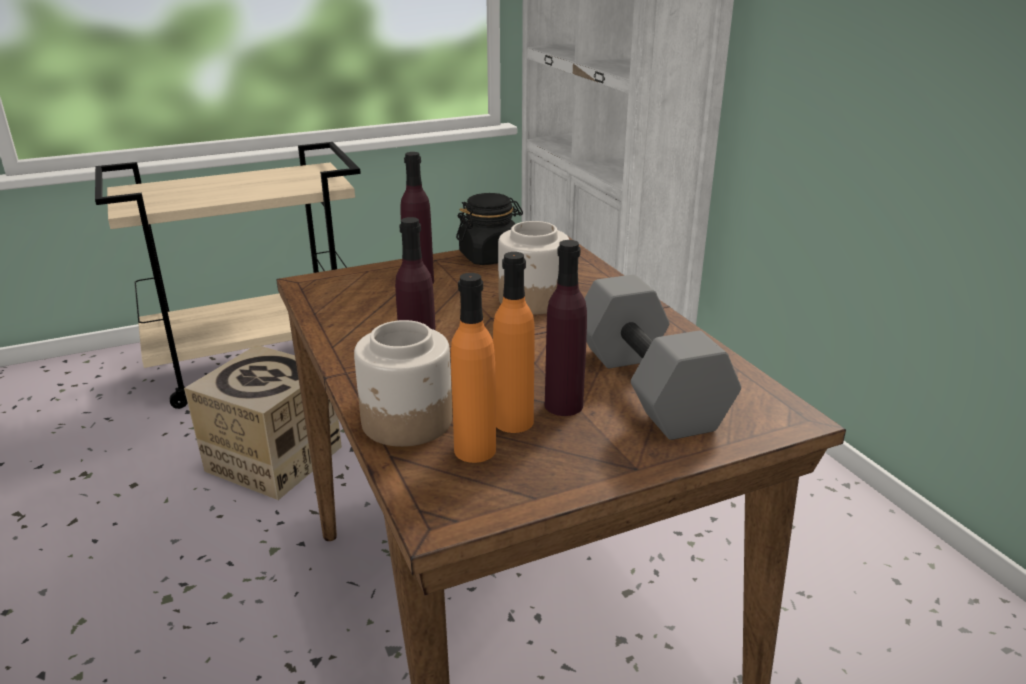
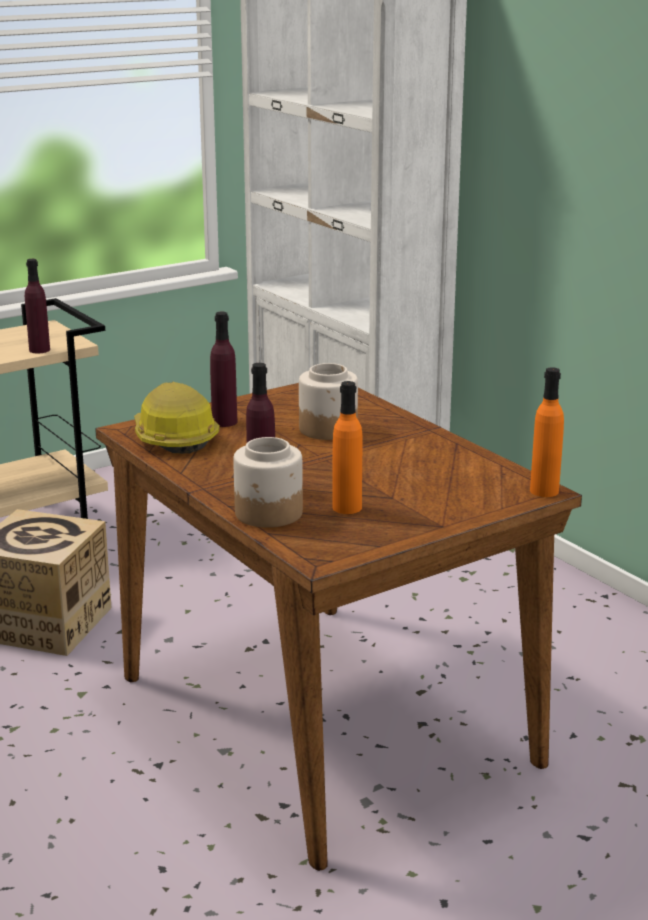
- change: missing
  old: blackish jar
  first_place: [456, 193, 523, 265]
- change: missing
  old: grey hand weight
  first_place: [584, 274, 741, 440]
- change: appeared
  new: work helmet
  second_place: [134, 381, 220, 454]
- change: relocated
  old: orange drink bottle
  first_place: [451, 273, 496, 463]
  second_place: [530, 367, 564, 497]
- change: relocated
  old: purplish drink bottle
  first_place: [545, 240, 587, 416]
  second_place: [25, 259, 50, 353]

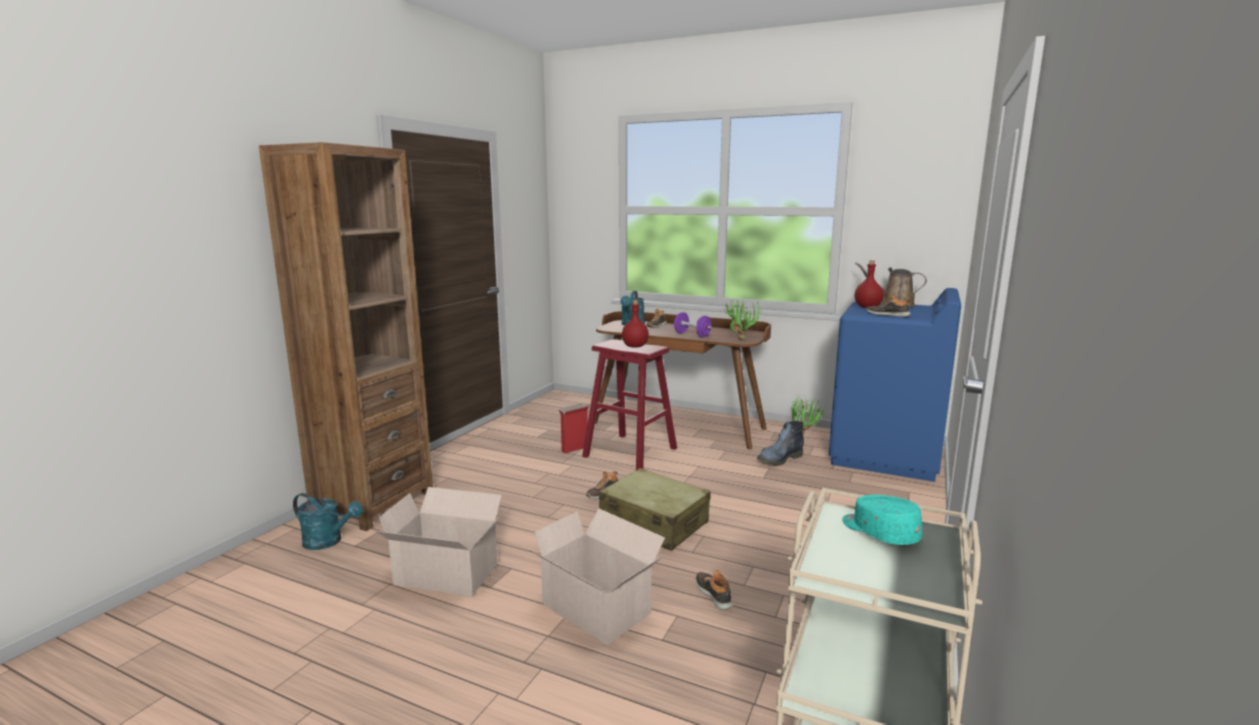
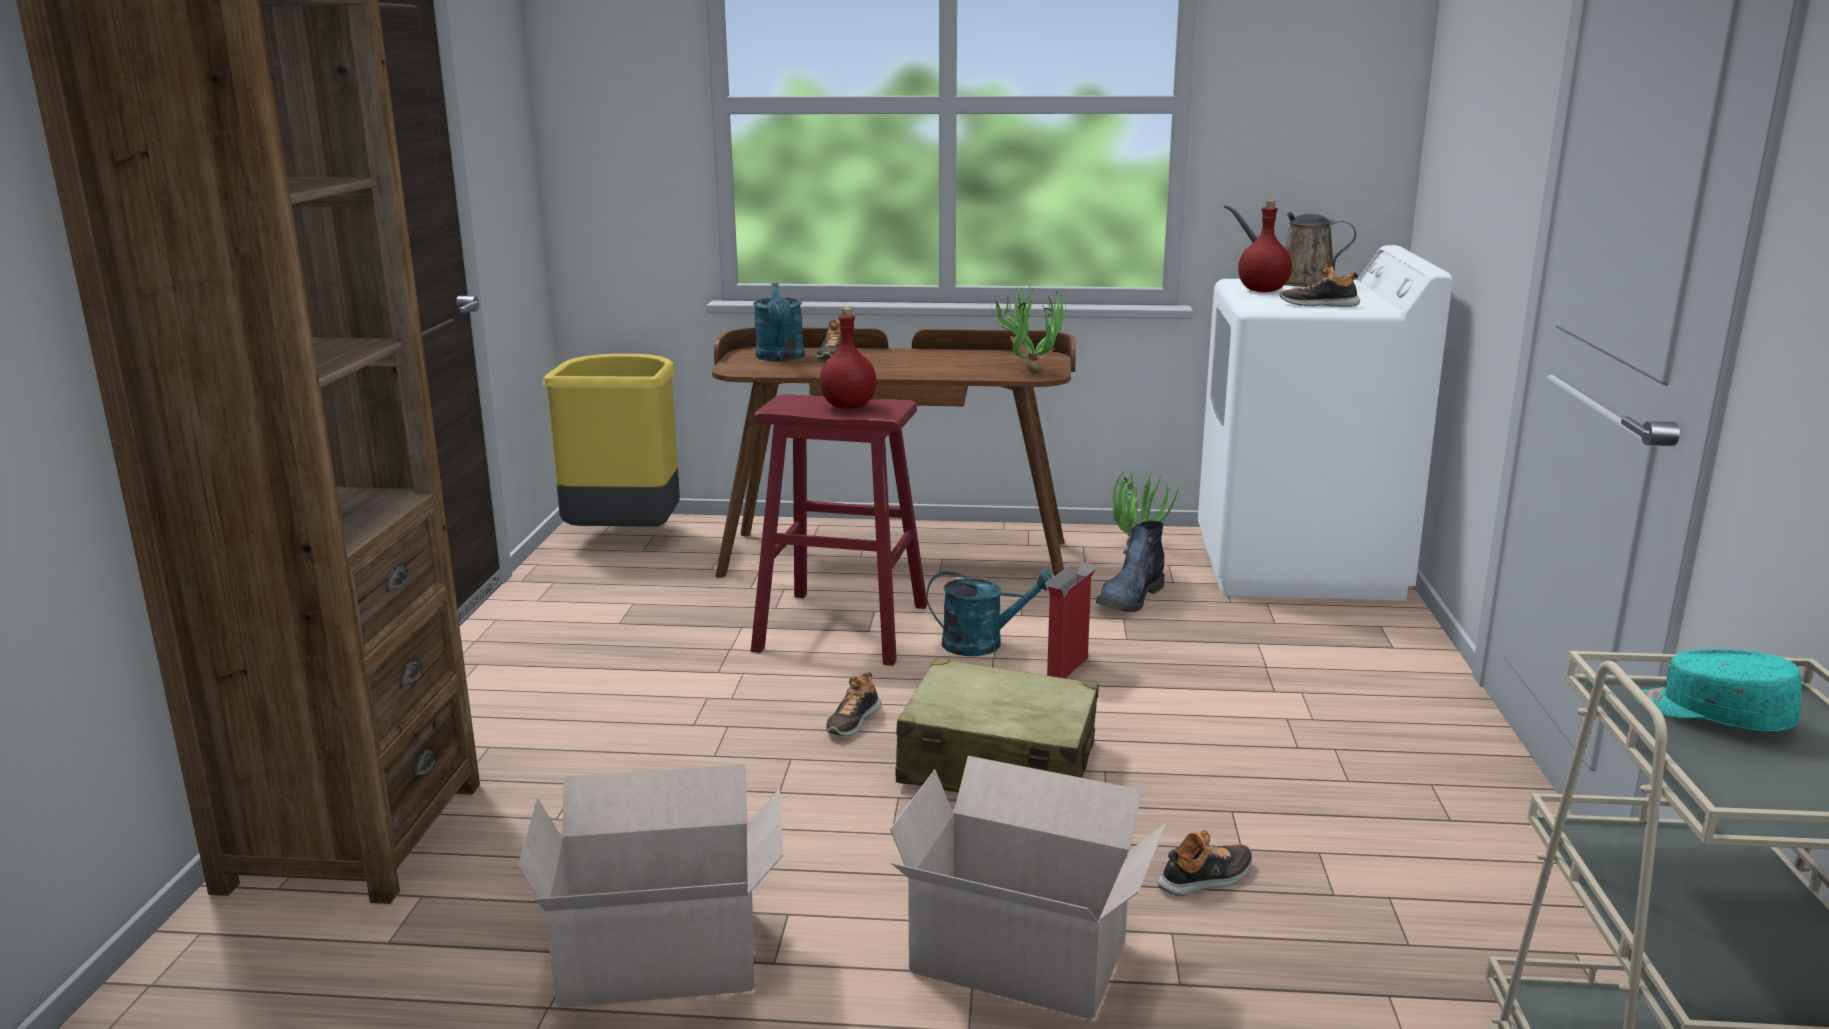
- change: missing
  old: purplish hand weight
  first_place: [674, 312, 712, 337]
- change: appeared
  new: yellow-coloured waste bin
  second_place: [542, 354, 680, 527]
- change: relocated
  old: turquoise-coloured watering pot
  first_place: [293, 493, 363, 550]
  second_place: [927, 569, 1053, 656]
- change: relocated
  old: cardboard box
  first_place: [559, 403, 590, 454]
  second_place: [1045, 562, 1097, 678]
- change: colour
  old: blue-coloured laundry machine
  new: white-coloured laundry machine
  first_place: [829, 288, 961, 482]
  second_place: [1198, 245, 1453, 601]
- change: spun
  old: item of footwear
  first_place: [695, 570, 733, 610]
  second_place: [1157, 830, 1252, 896]
  degrees: 105

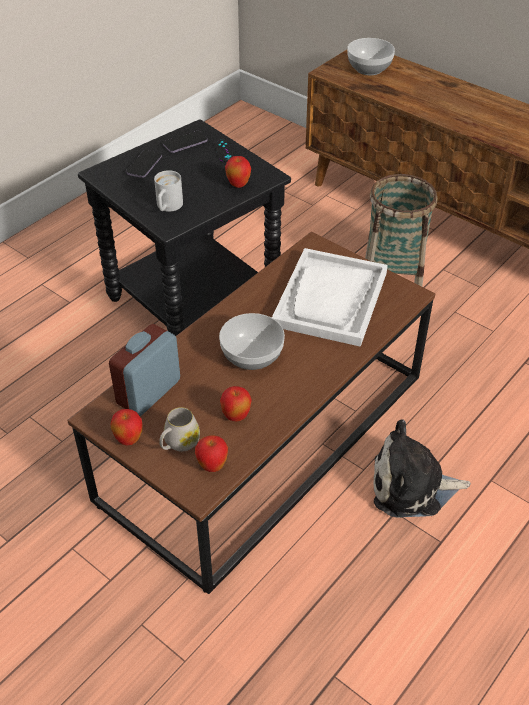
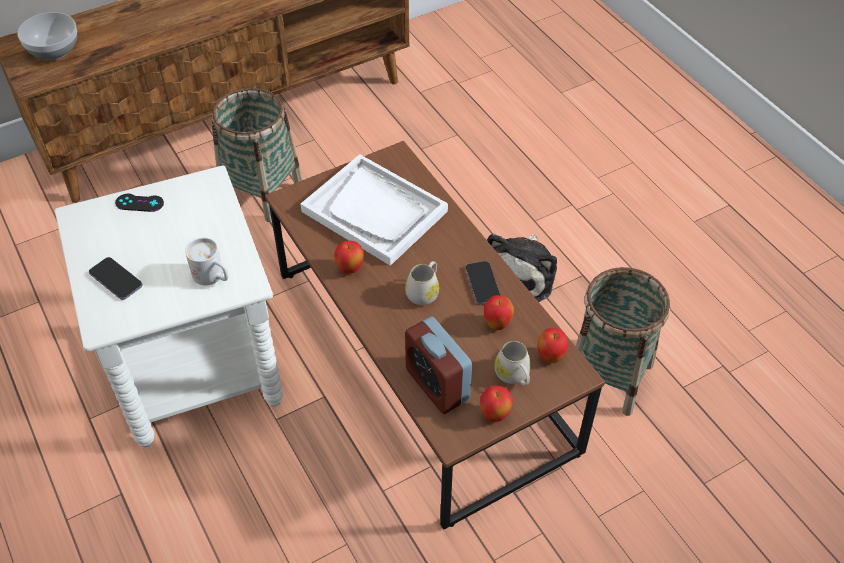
- change: appeared
  new: household basket
  second_place: [576, 267, 670, 416]
- change: relocated
  old: handset
  first_place: [163, 131, 208, 153]
  second_place: [466, 261, 500, 305]
- change: relocated
  old: whole apple
  first_place: [225, 156, 251, 188]
  second_place: [335, 241, 364, 274]
- change: exchanged
  old: bowl
  new: white-coloured tea mug
  first_place: [219, 313, 285, 370]
  second_place: [405, 261, 439, 305]
- change: colour
  old: blackish accent table
  new: white-coloured accent table
  first_place: [78, 120, 291, 336]
  second_place: [55, 166, 283, 448]

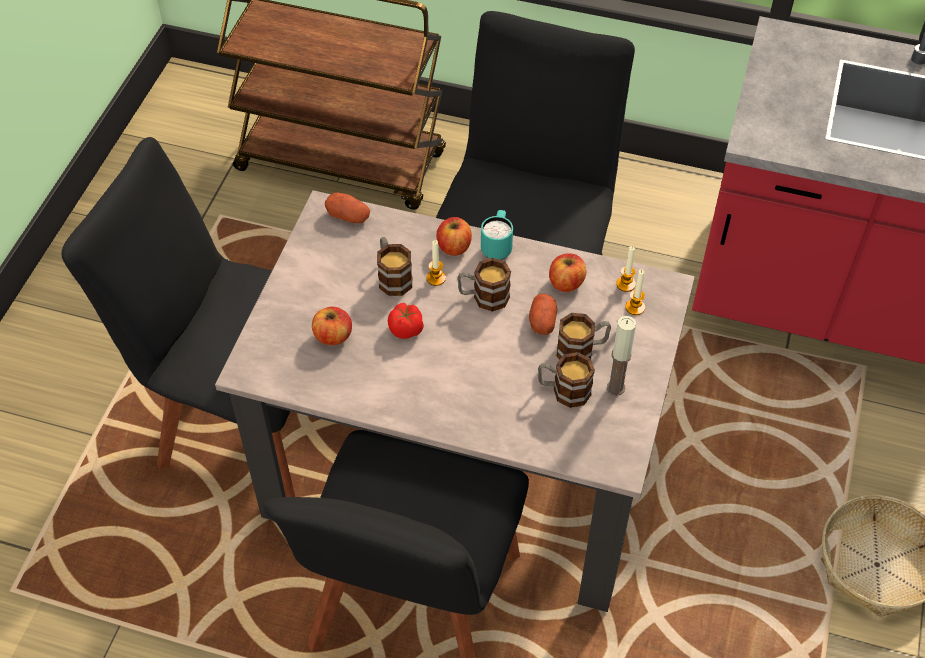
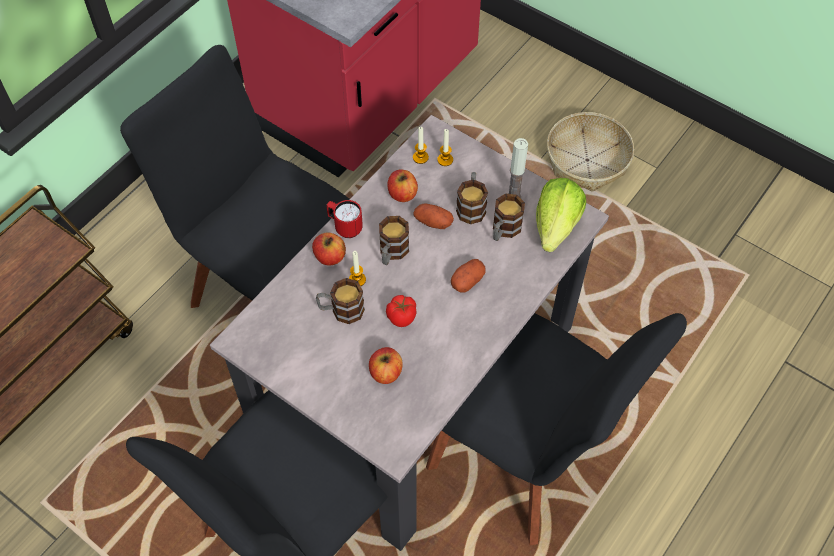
- change: appeared
  new: lettuce
  second_place: [536, 178, 586, 252]
- change: relocated
  old: spud
  first_place: [325, 193, 370, 224]
  second_place: [451, 259, 486, 293]
- change: colour
  old: turquoise-coloured tea mug
  new: red tea mug
  first_place: [481, 210, 513, 260]
  second_place: [326, 200, 363, 238]

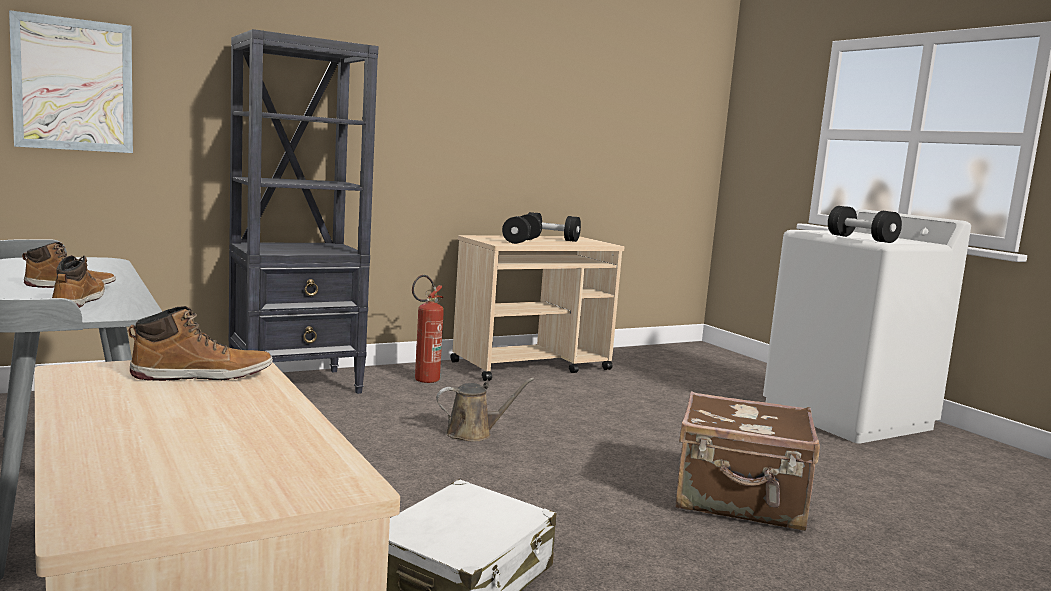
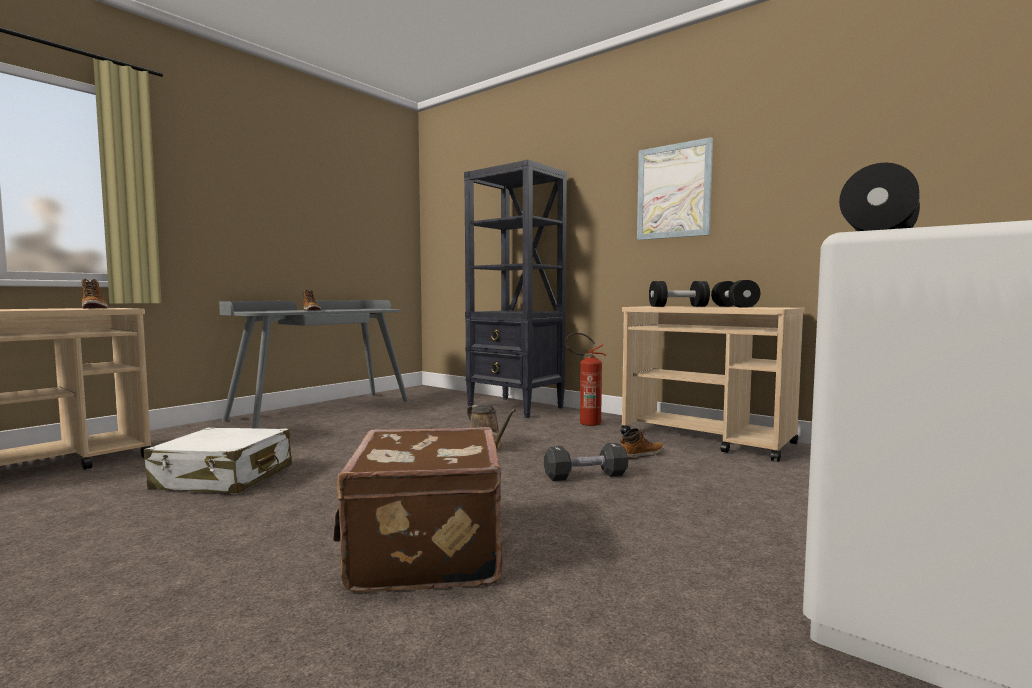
- change: appeared
  new: blackish hand weight
  second_place: [544, 443, 628, 481]
- change: relocated
  old: wall picture
  first_place: [9, 10, 133, 153]
  second_place: [637, 137, 713, 240]
- change: relocated
  old: boot
  first_place: [52, 255, 105, 308]
  second_place: [620, 428, 664, 460]

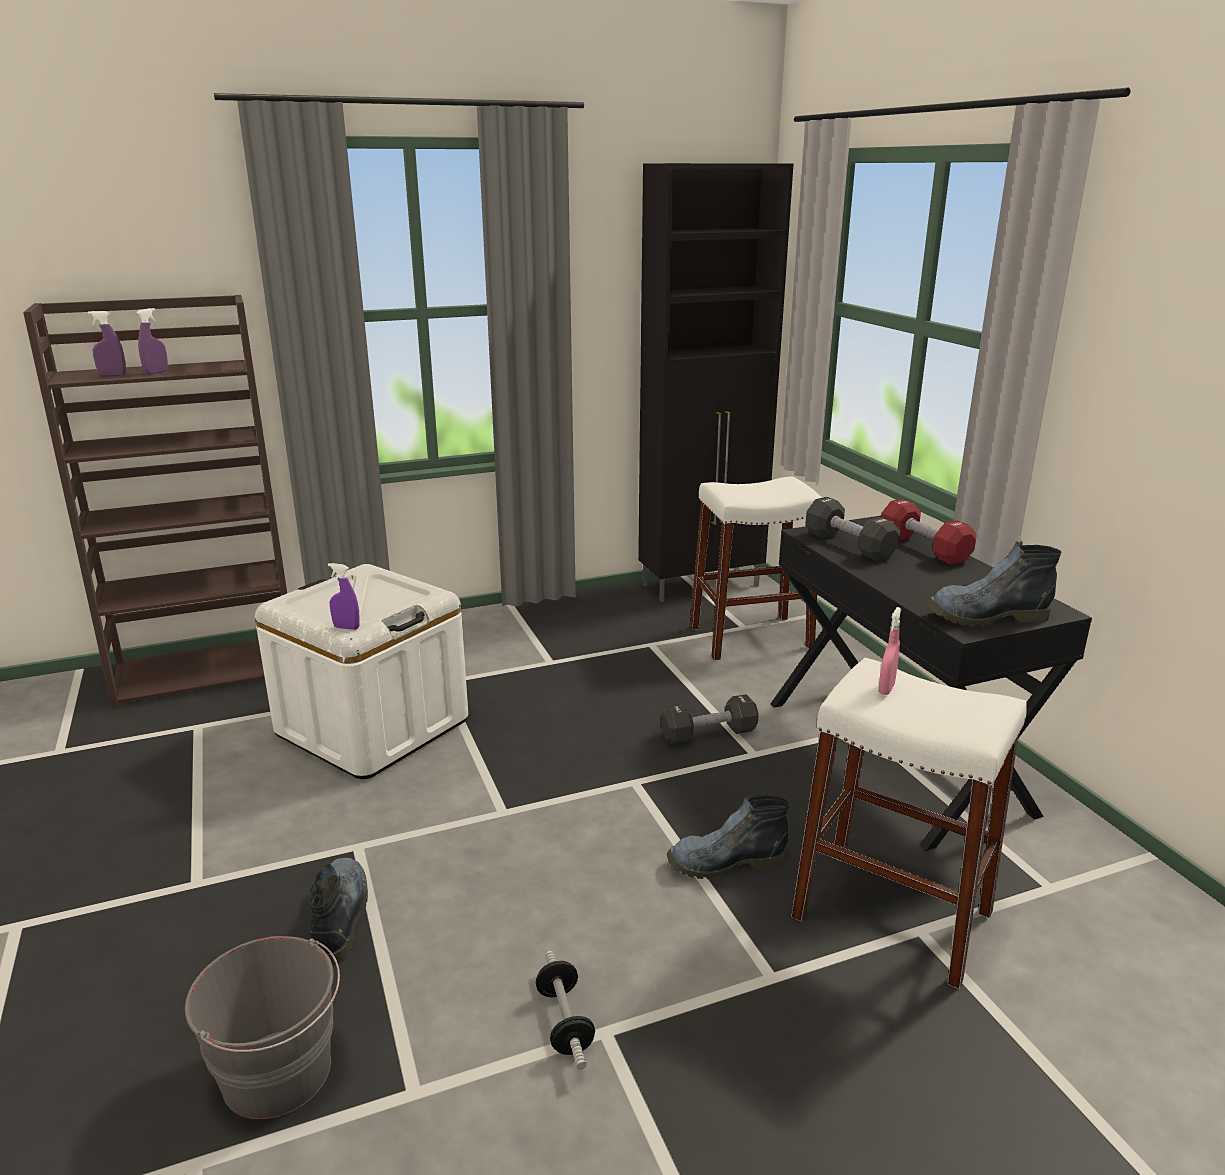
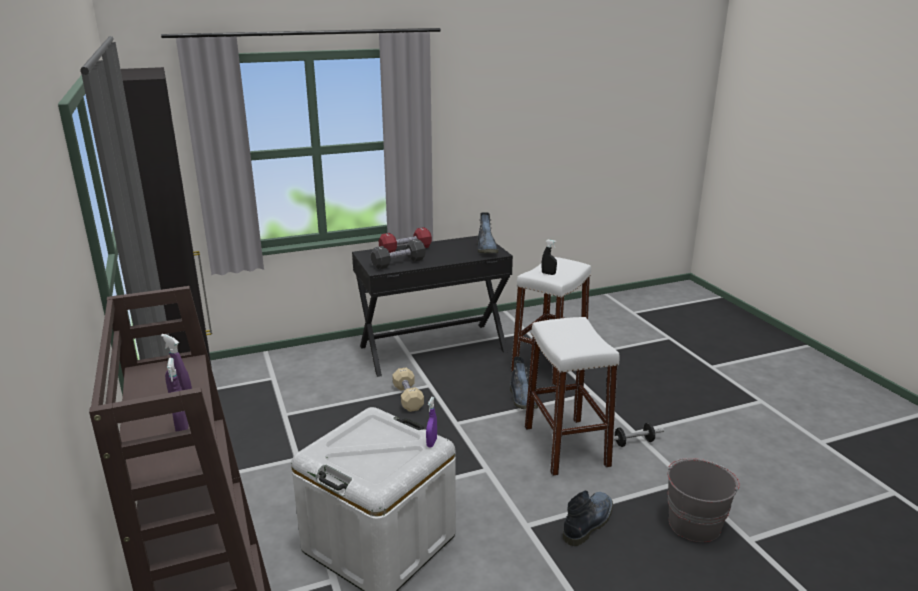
- change: relocated
  old: white-coloured stool seat
  first_place: [690, 476, 822, 661]
  second_place: [525, 317, 620, 476]
- change: colour
  old: blackish hand weight
  new: beige-coloured hand weight
  first_place: [661, 694, 759, 745]
  second_place: [392, 367, 424, 412]
- change: colour
  old: pink-coloured hand sprayer
  new: blackish hand sprayer
  first_place: [878, 607, 902, 695]
  second_place: [542, 240, 557, 275]
- change: spun
  old: boot
  first_place: [308, 858, 368, 966]
  second_place: [563, 491, 613, 546]
  degrees: 135

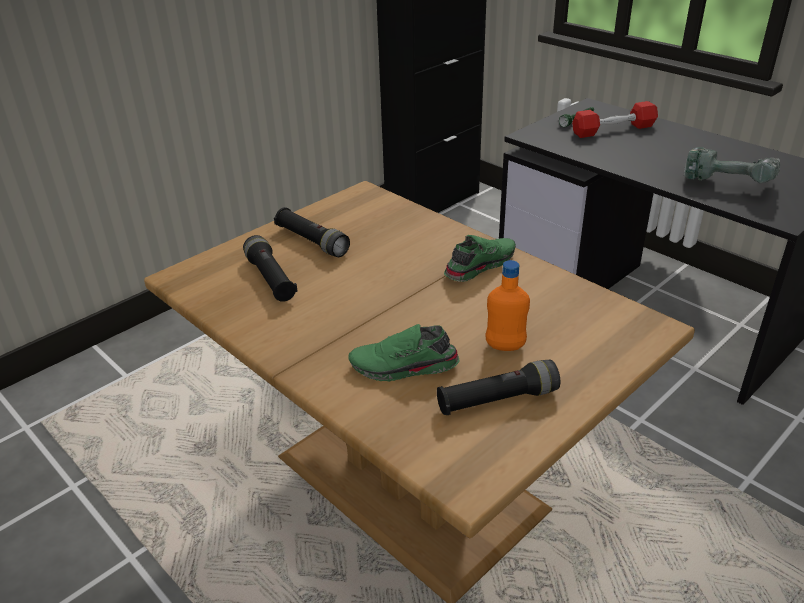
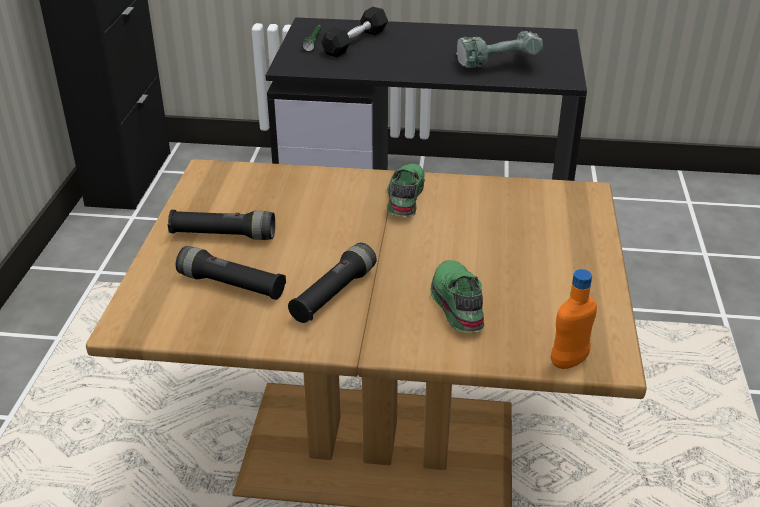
- change: relocated
  old: blackish torch
  first_place: [437, 360, 560, 415]
  second_place: [288, 243, 377, 323]
- change: relocated
  old: orange drink bottle
  first_place: [485, 260, 530, 351]
  second_place: [551, 269, 597, 369]
- change: colour
  old: red hand weight
  new: blackish hand weight
  first_place: [572, 101, 658, 138]
  second_place: [321, 7, 388, 57]
- change: spun
  old: green-coloured item of footwear
  first_place: [348, 324, 460, 381]
  second_place: [430, 260, 484, 333]
  degrees: 120

